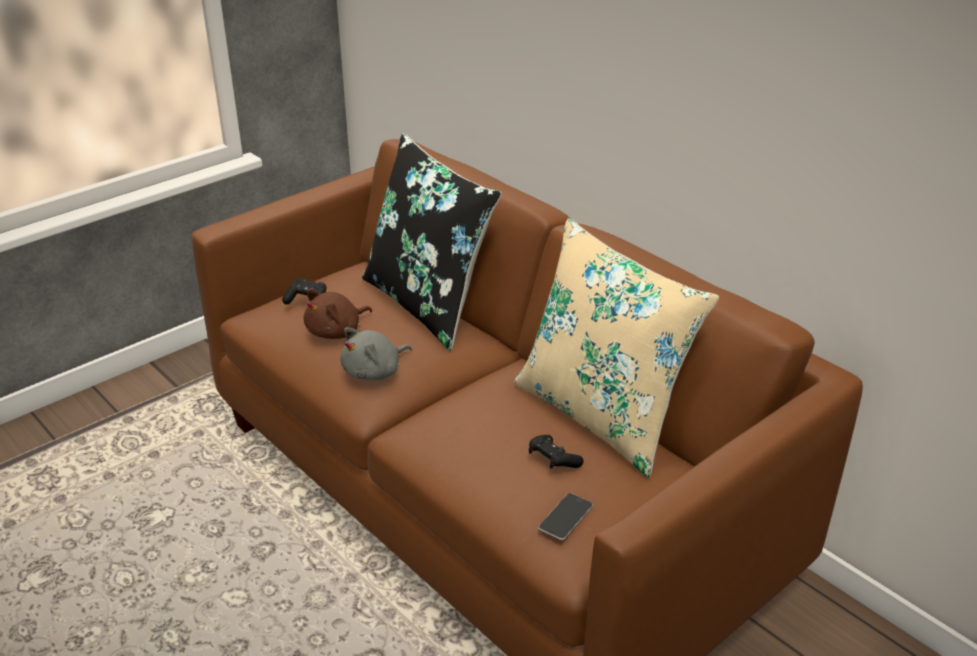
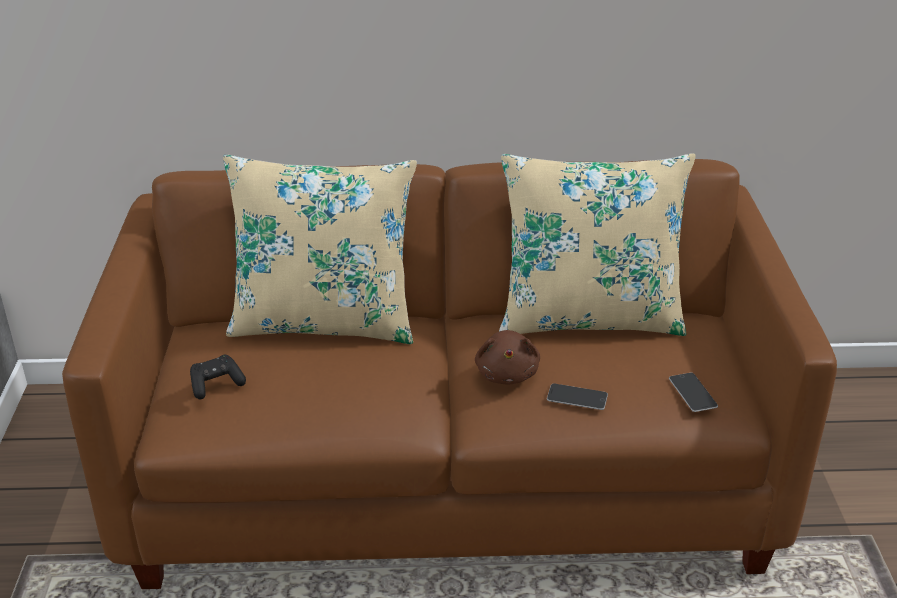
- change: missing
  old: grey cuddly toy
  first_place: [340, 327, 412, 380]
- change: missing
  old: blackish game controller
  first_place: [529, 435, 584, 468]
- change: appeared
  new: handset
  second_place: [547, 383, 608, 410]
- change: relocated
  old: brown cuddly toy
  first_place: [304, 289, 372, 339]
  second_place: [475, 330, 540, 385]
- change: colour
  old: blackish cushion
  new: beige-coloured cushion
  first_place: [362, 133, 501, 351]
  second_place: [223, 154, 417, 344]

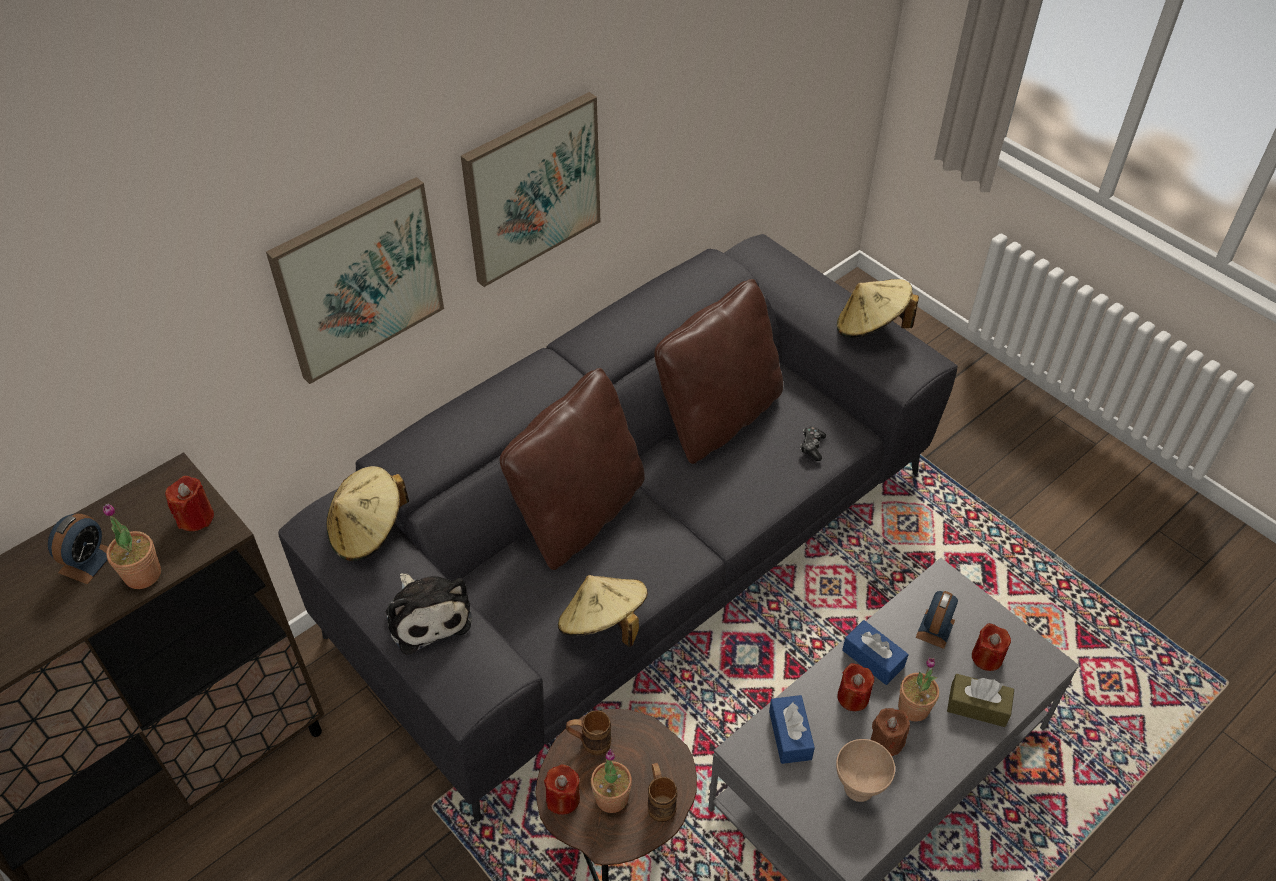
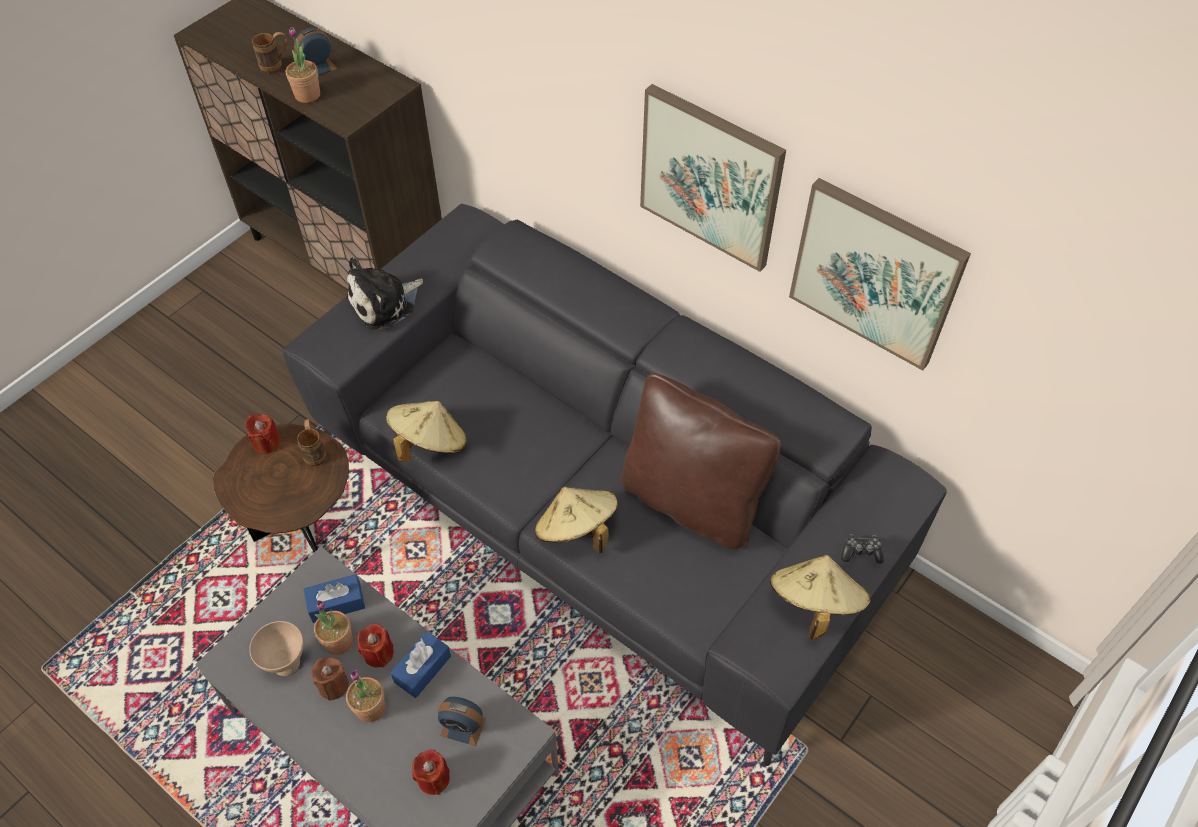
- change: missing
  old: red candle
  first_place: [165, 476, 214, 531]
- change: missing
  old: brown cushion
  first_place: [500, 368, 645, 570]
- change: missing
  old: brown tissue holder
  first_place: [947, 674, 1014, 727]
- change: relocated
  old: wall picture
  first_place: [266, 177, 444, 384]
  second_place: [789, 178, 971, 370]
- change: relocated
  old: beige-coloured clothing hat
  first_place: [327, 466, 409, 561]
  second_place: [535, 487, 618, 553]
- change: relocated
  old: houseplant
  first_place: [591, 749, 632, 813]
  second_place: [314, 600, 353, 655]
- change: relocated
  old: brown tea mug
  first_place: [647, 763, 677, 822]
  second_place: [252, 32, 288, 74]
- change: relocated
  old: game controller
  first_place: [800, 426, 826, 461]
  second_place: [841, 534, 884, 564]
- change: spun
  old: alarm clock
  first_place: [48, 514, 108, 585]
  second_place: [294, 27, 337, 76]
  degrees: 135

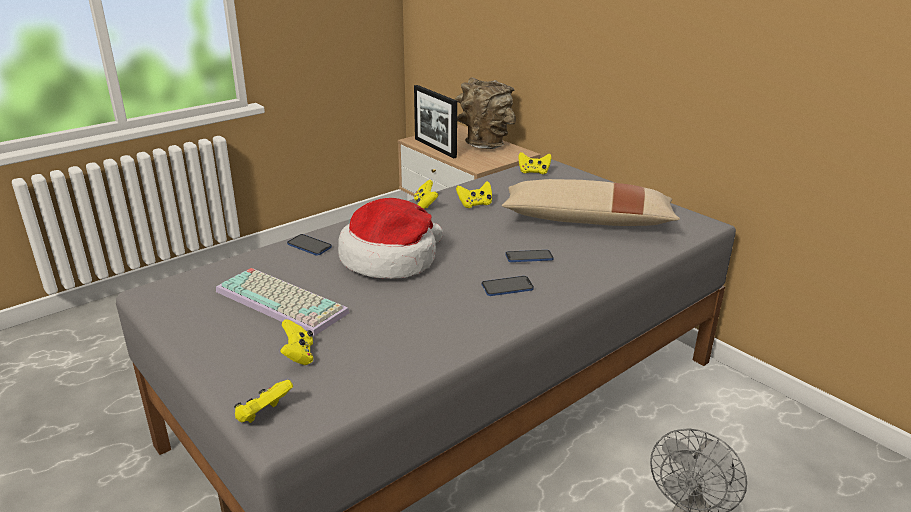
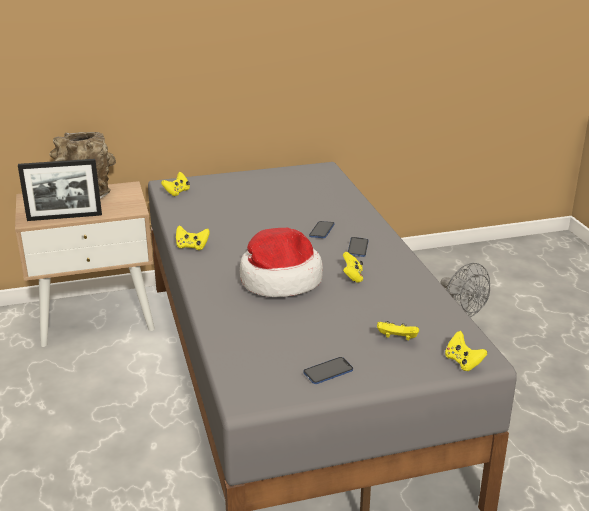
- change: missing
  old: PC keyboard
  first_place: [216, 268, 350, 336]
- change: missing
  old: beige-coloured cushion
  first_place: [502, 179, 680, 226]
- change: relocated
  old: handset
  first_place: [287, 234, 332, 256]
  second_place: [303, 357, 353, 384]
- change: relocated
  old: yellow-coloured game controller
  first_place: [456, 181, 492, 208]
  second_place: [343, 252, 363, 283]

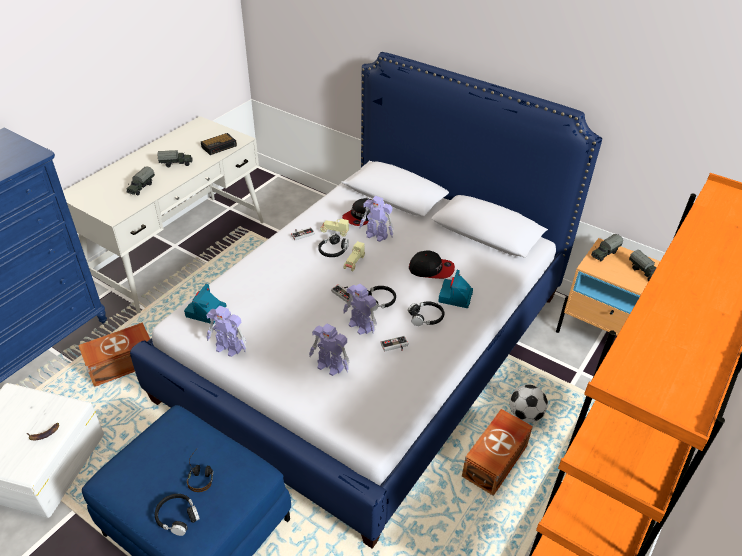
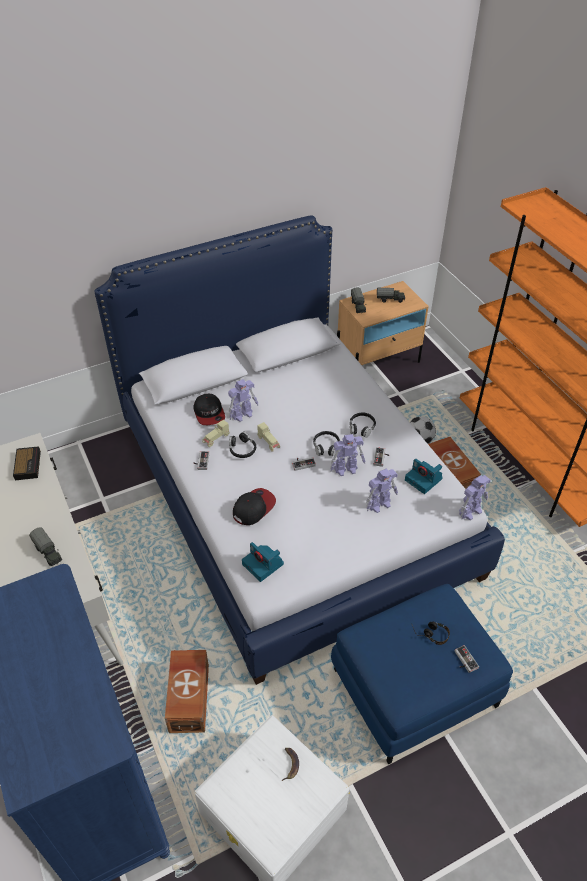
- change: missing
  old: toy truck
  first_place: [158, 150, 193, 167]
- change: relocated
  old: model robot
  first_place: [206, 306, 247, 357]
  second_place: [459, 475, 491, 520]
- change: relocated
  old: peaked cap
  first_place: [409, 250, 455, 279]
  second_place: [233, 488, 276, 525]
- change: relocated
  old: still camera
  first_place: [438, 270, 473, 308]
  second_place: [405, 459, 443, 494]
- change: exchanged
  old: blackish pair of headphones
  new: game controller
  first_place: [155, 494, 200, 536]
  second_place: [455, 645, 479, 673]

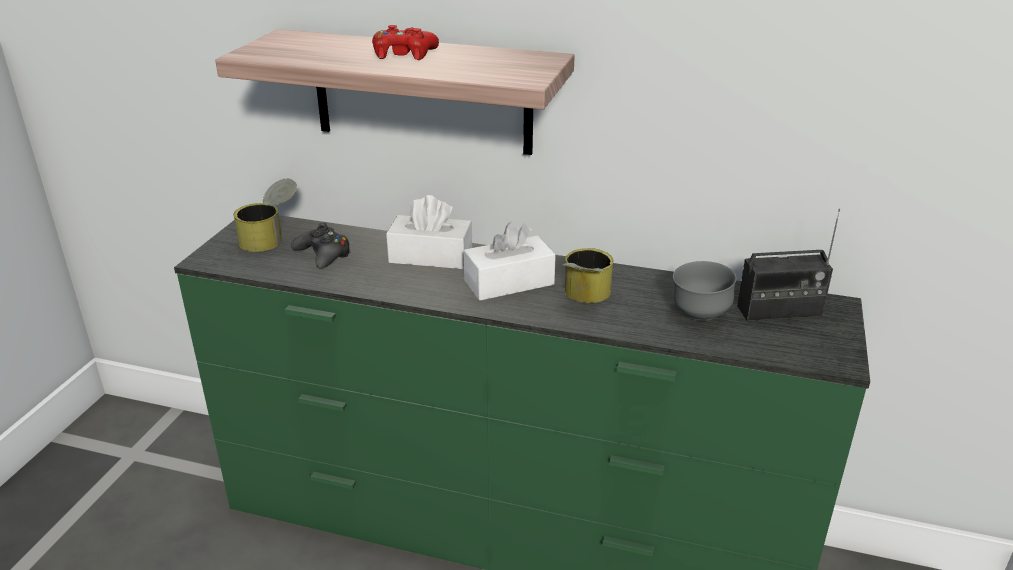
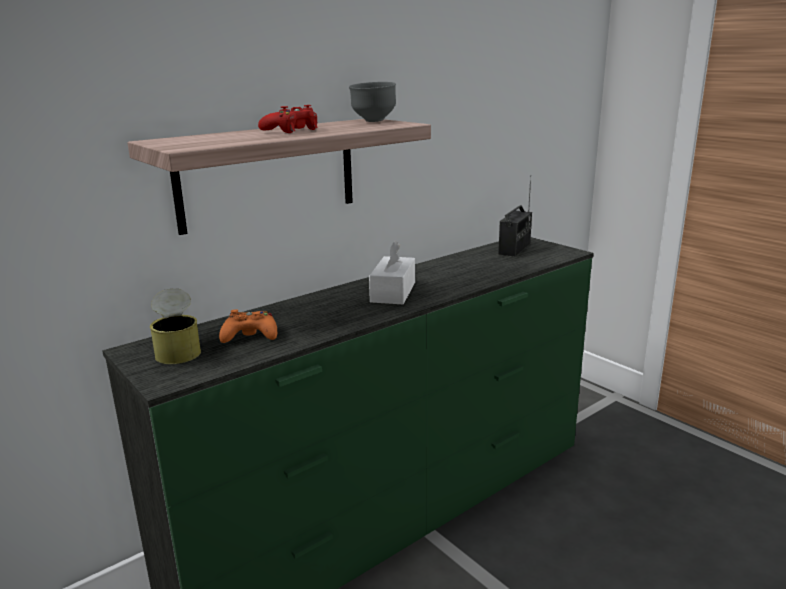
- change: missing
  old: white-coloured tissue holder
  first_place: [386, 195, 472, 269]
- change: missing
  old: can
  first_place: [562, 248, 613, 303]
- change: relocated
  old: grey bowl
  first_place: [673, 261, 737, 321]
  second_place: [349, 82, 396, 122]
- change: colour
  old: blackish game controller
  new: orange game controller
  first_place: [291, 223, 351, 269]
  second_place: [219, 309, 277, 343]

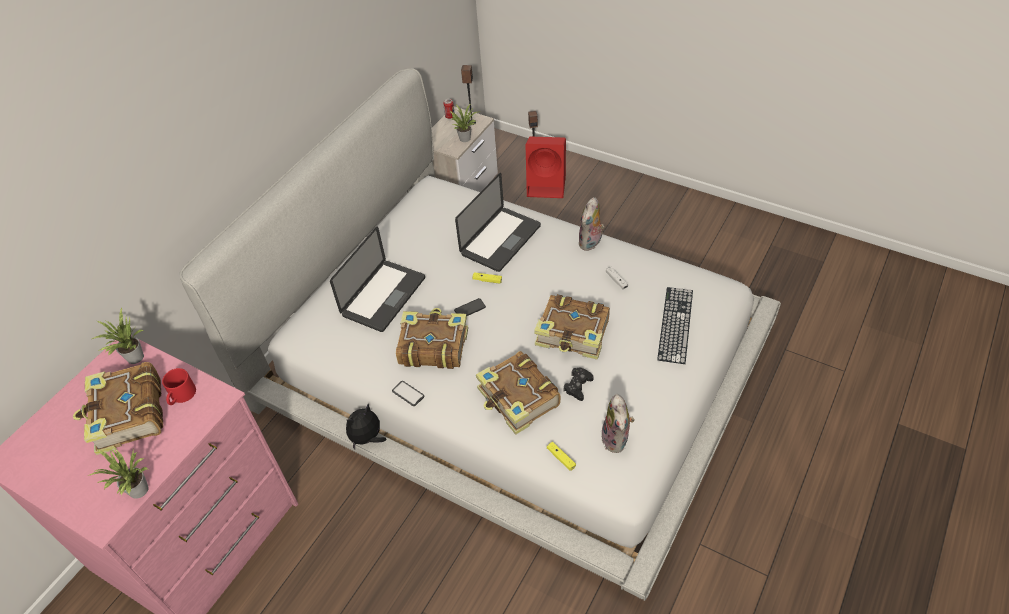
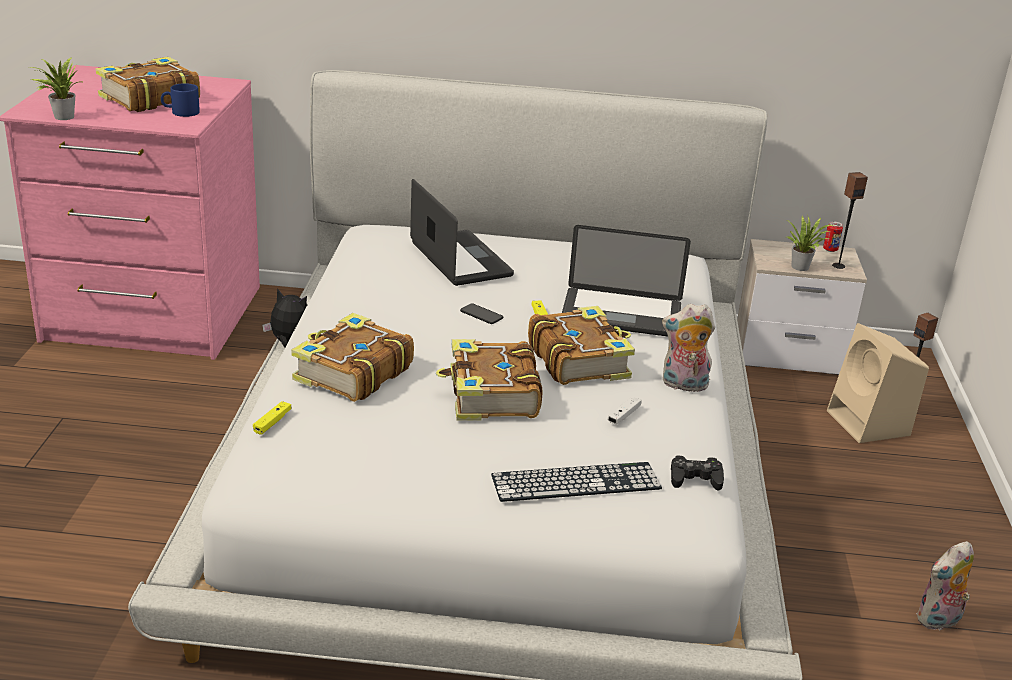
- change: missing
  old: houseplant
  first_place: [92, 307, 144, 364]
- change: missing
  old: handset
  first_place: [392, 381, 424, 406]
- change: relocated
  old: book
  first_place: [396, 308, 468, 369]
  second_place: [528, 306, 635, 385]
- change: relocated
  old: blackish game controller
  first_place: [564, 368, 593, 401]
  second_place: [671, 455, 724, 491]
- change: relocated
  old: cuddly toy
  first_place: [601, 394, 634, 453]
  second_place: [916, 541, 974, 630]
- change: colour
  old: red tea mug
  new: blue-coloured tea mug
  first_place: [162, 368, 196, 405]
  second_place: [161, 83, 200, 117]
- change: colour
  old: red speaker
  new: beige-coloured speaker
  first_place: [525, 137, 566, 198]
  second_place: [827, 323, 929, 443]
- change: spun
  old: notebook computer
  first_place: [330, 226, 425, 332]
  second_place: [410, 179, 514, 286]
  degrees: -120

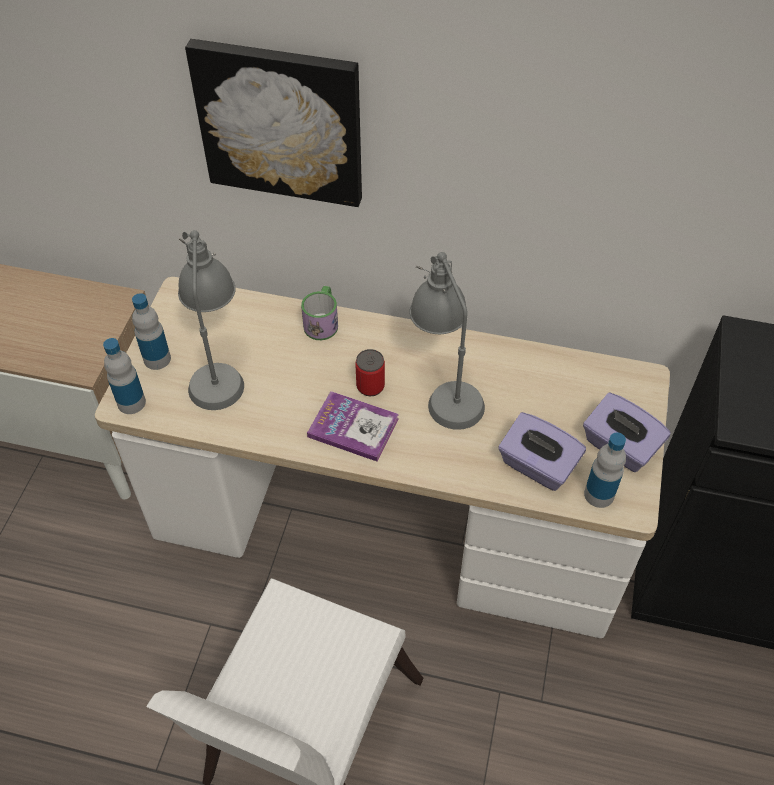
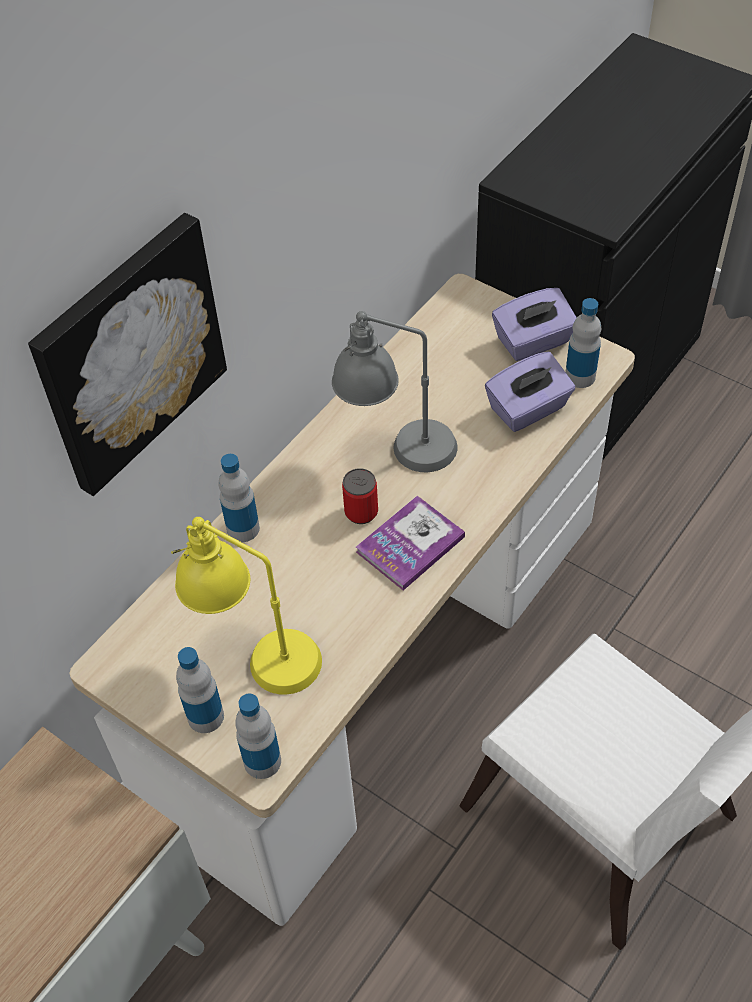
- change: exchanged
  old: tea mug
  new: drink bottle
  first_place: [301, 286, 338, 340]
  second_place: [219, 454, 260, 542]
- change: colour
  old: grey tabletop lamp
  new: yellow-coloured tabletop lamp
  first_place: [178, 230, 244, 410]
  second_place: [171, 517, 322, 695]

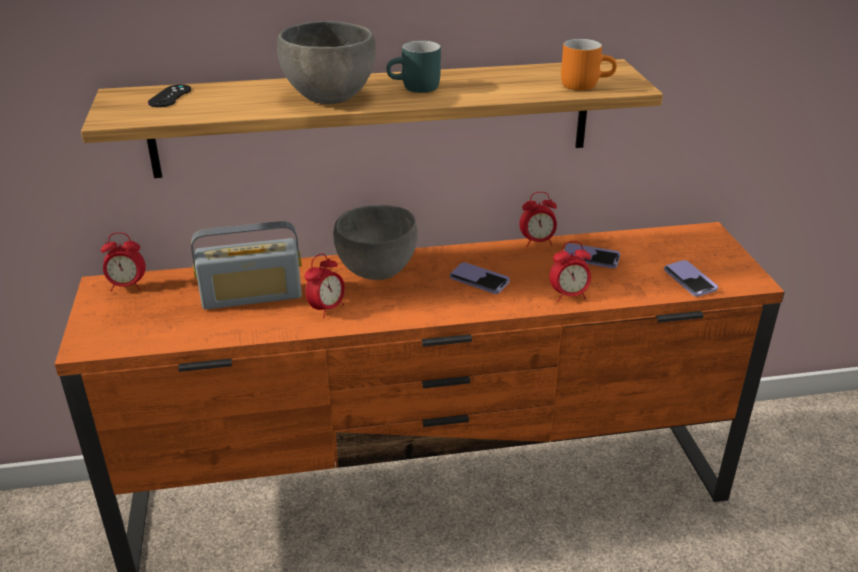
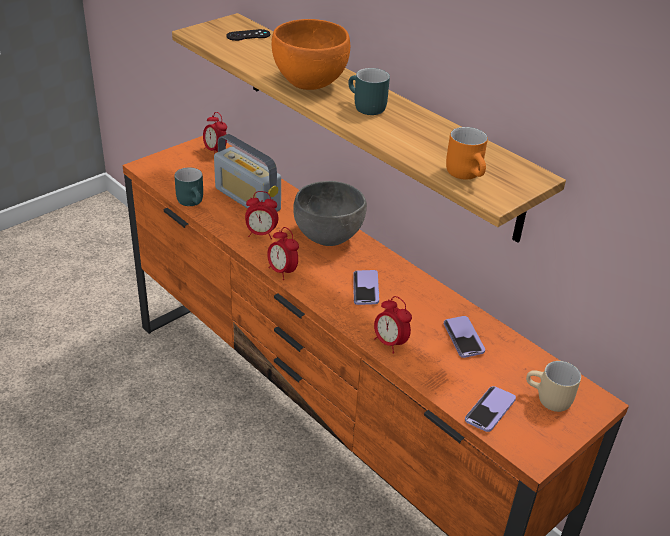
- change: appeared
  new: turquoise-coloured tea mug
  second_place: [174, 167, 203, 206]
- change: appeared
  new: beige-coloured tea mug
  second_place: [526, 361, 581, 412]
- change: relocated
  old: alarm clock
  first_place: [519, 192, 557, 247]
  second_place: [267, 227, 299, 280]
- change: colour
  old: grey bowl
  new: orange bowl
  first_place: [277, 21, 376, 104]
  second_place: [272, 19, 350, 90]

